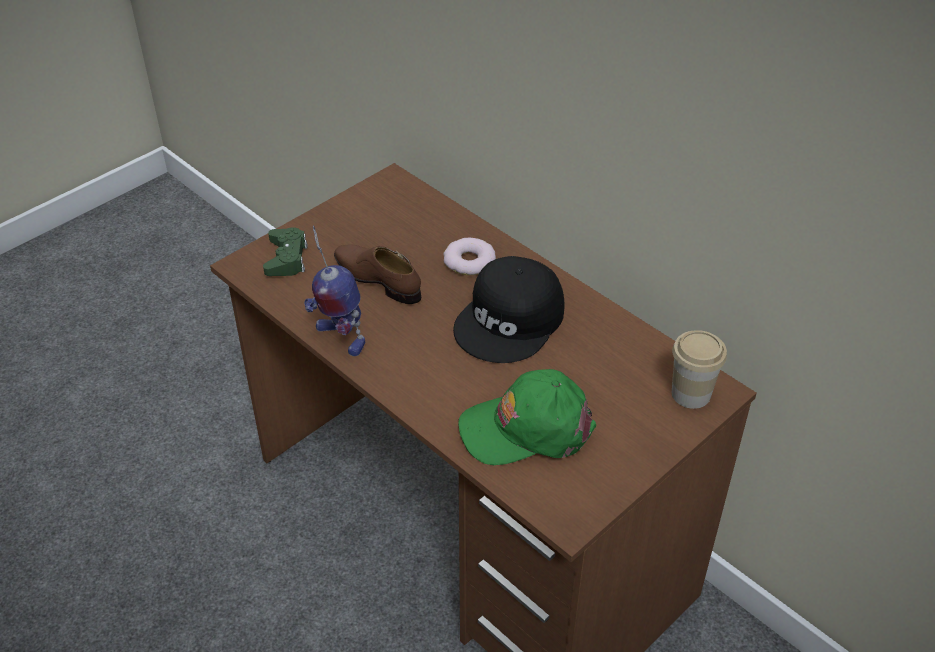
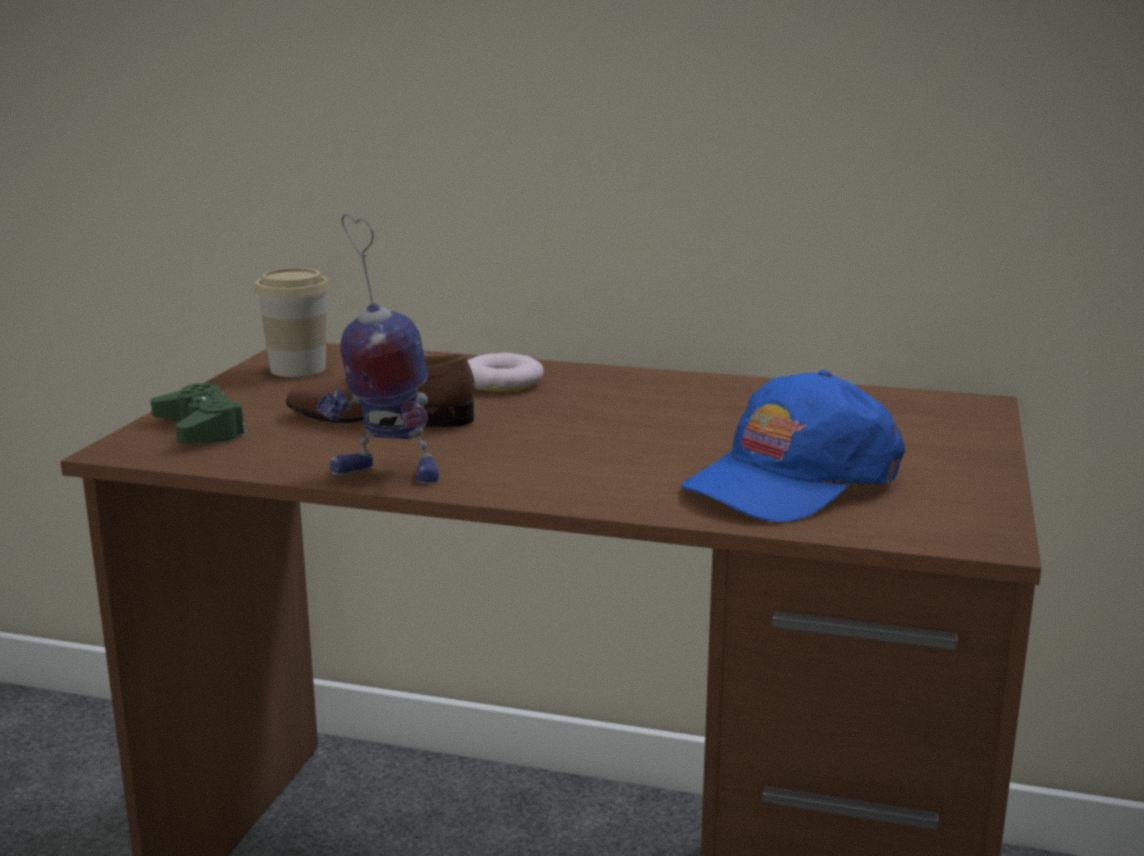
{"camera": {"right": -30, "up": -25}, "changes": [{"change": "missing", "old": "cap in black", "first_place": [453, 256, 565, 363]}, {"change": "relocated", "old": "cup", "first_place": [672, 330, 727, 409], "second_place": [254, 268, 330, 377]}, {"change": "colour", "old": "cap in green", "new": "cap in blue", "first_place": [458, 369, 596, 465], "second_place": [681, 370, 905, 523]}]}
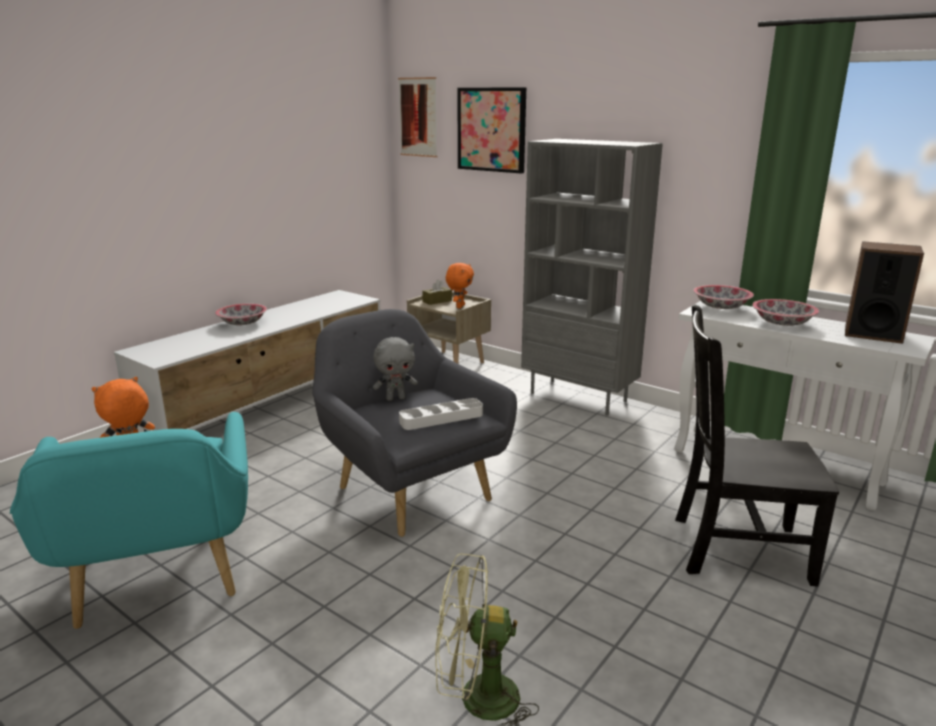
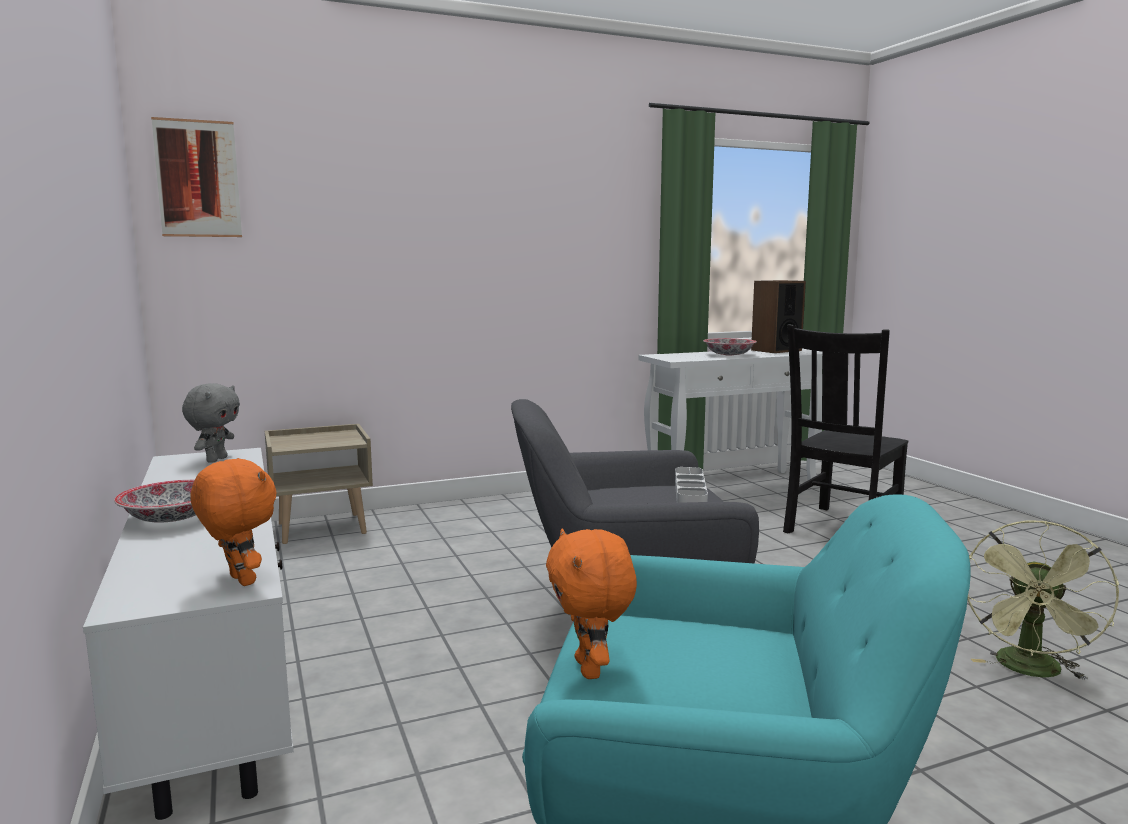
{"camera": {"right": -60, "up": -10}, "changes": [{"change": "missing", "old": "picture", "first_place": [457, 87, 526, 173]}, {"change": "missing", "old": "bookcase in grey", "first_place": [521, 139, 663, 416]}, {"change": "relocated", "old": "plush toy in orange", "first_place": [446, 263, 474, 308], "second_place": [190, 458, 277, 586]}, {"change": "missing", "old": "tissue box in brown", "first_place": [422, 279, 452, 305]}, {"change": "missing", "old": "bowl", "first_place": [693, 285, 754, 309]}, {"change": "relocated", "old": "plush toy in grey", "first_place": [373, 337, 418, 401], "second_place": [182, 383, 240, 463]}]}
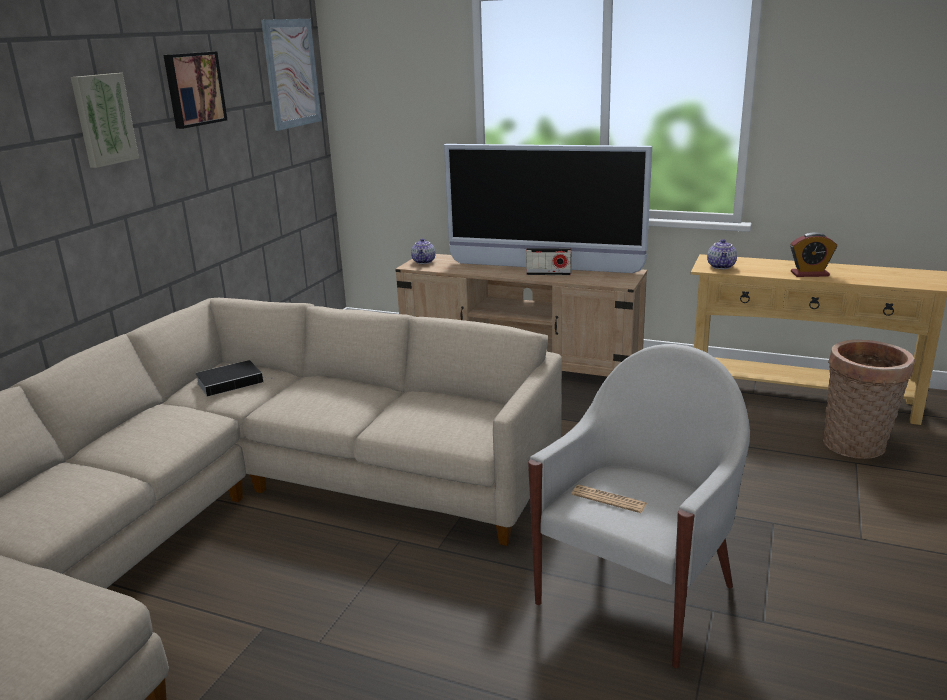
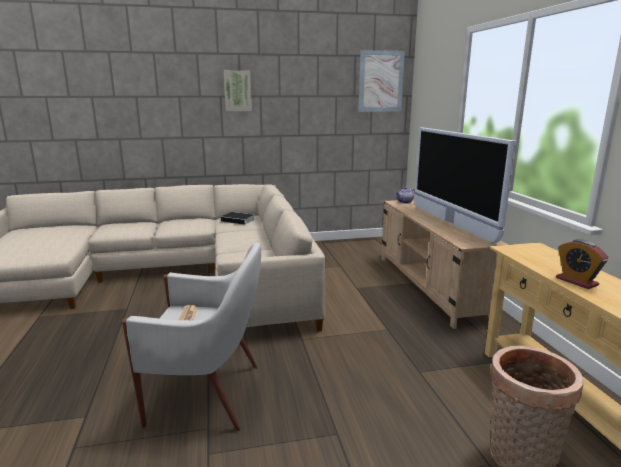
{"camera": {"right": 55, "up": -5}, "changes": [{"change": "missing", "old": "picture", "first_place": [164, 51, 227, 129]}, {"change": "missing", "old": "teapot", "first_place": [707, 239, 737, 269]}, {"change": "missing", "old": "radio", "first_place": [526, 248, 571, 275]}]}
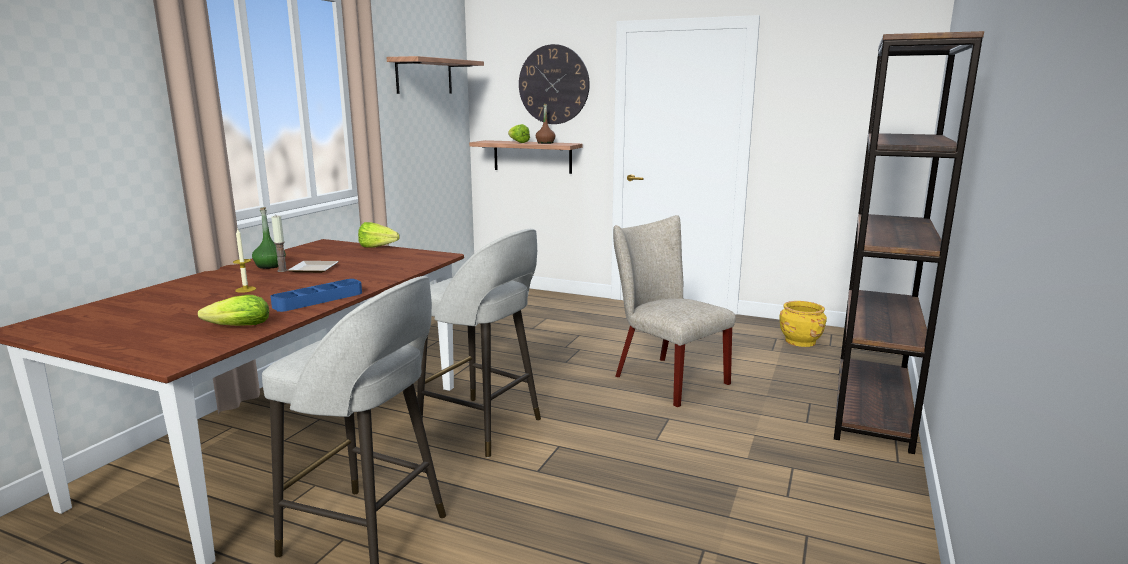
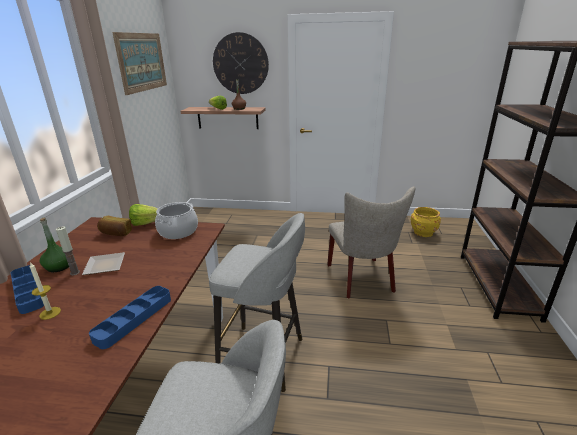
{"camera": {"right": -15, "up": 10}, "changes": [{"change": "exchanged", "old": "shelf", "new": "picture", "first_place": [386, 56, 484, 94], "second_place": [112, 32, 167, 95]}, {"change": "spun", "old": "chair in beige", "first_place": [613, 215, 736, 407], "second_place": [327, 186, 416, 299], "degrees": -135}, {"change": "missing", "old": "lettuce", "first_place": [198, 295, 269, 326]}, {"change": "appeared", "new": "cooking pot", "second_place": [155, 202, 198, 239]}, {"change": "appeared", "new": "bread", "second_place": [97, 216, 132, 236]}, {"change": "appeared", "new": "tray in blue", "second_place": [11, 265, 44, 314]}]}
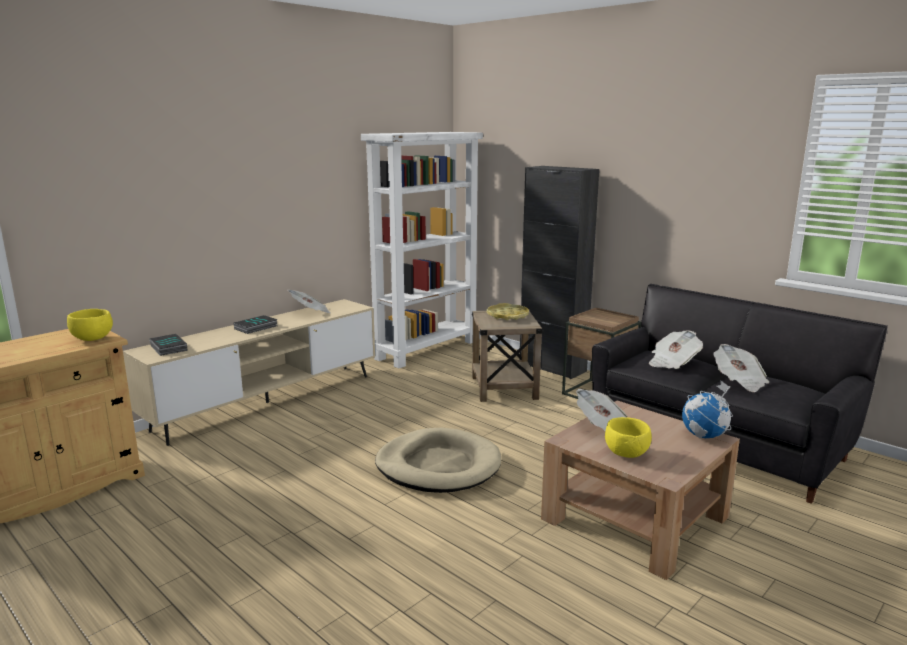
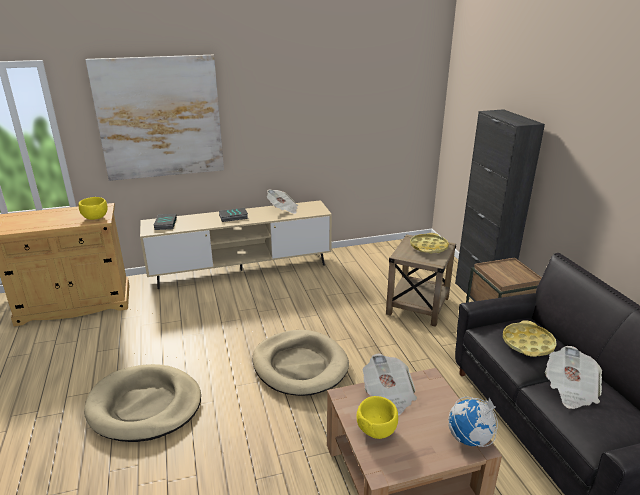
{"camera": {"right": 30, "up": 10}, "changes": [{"change": "missing", "old": "bookcase in white", "first_place": [361, 132, 483, 368]}, {"change": "exchanged", "old": "newspaper", "new": "tray in yellow", "first_place": [649, 330, 703, 369], "second_place": [503, 320, 557, 357]}, {"change": "appeared", "new": "picture", "second_place": [86, 55, 224, 181]}, {"change": "appeared", "new": "dog bed in beige", "second_place": [84, 364, 201, 442]}]}
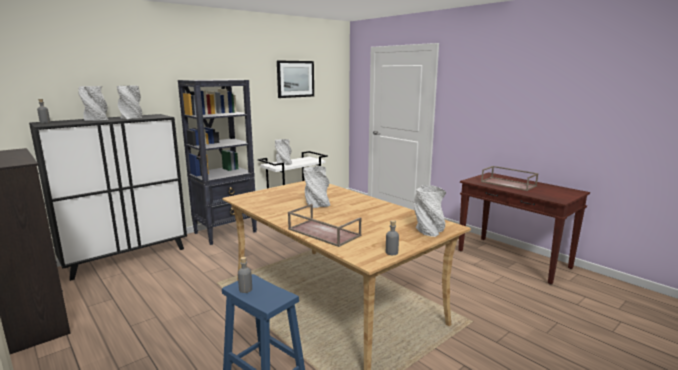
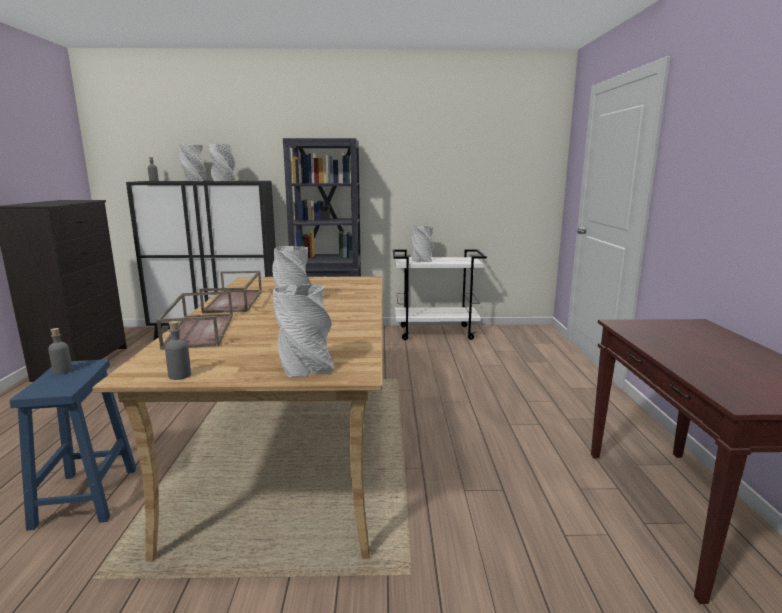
{"camera": {"right": 40, "up": 0}, "changes": [{"change": "missing", "old": "picture", "first_place": [277, 60, 314, 98]}, {"change": "relocated", "old": "tray in brown", "first_place": [481, 166, 539, 191], "second_place": [199, 271, 262, 313]}]}
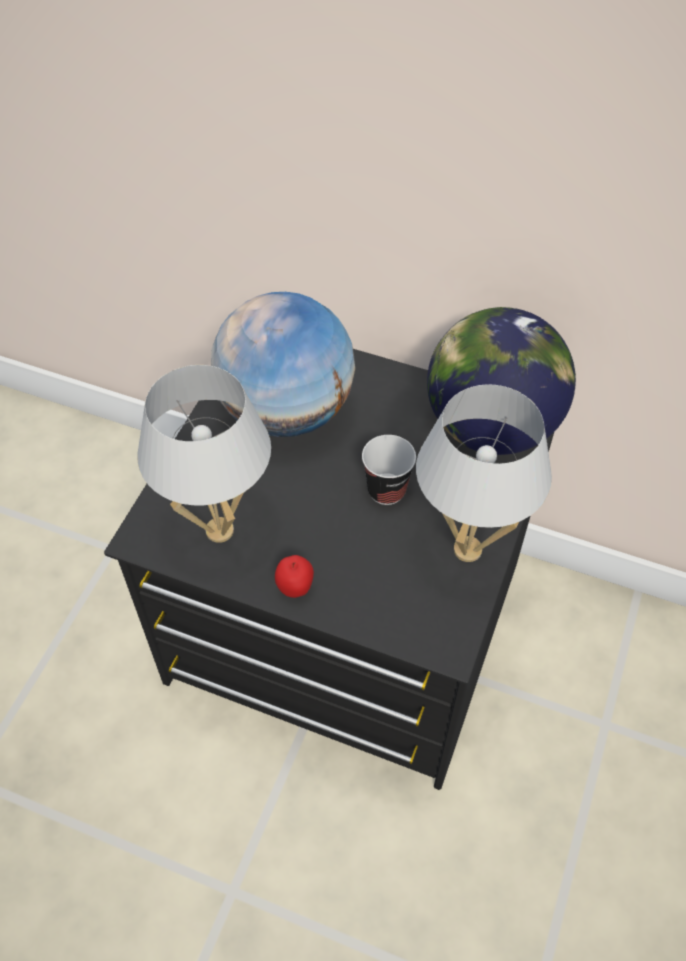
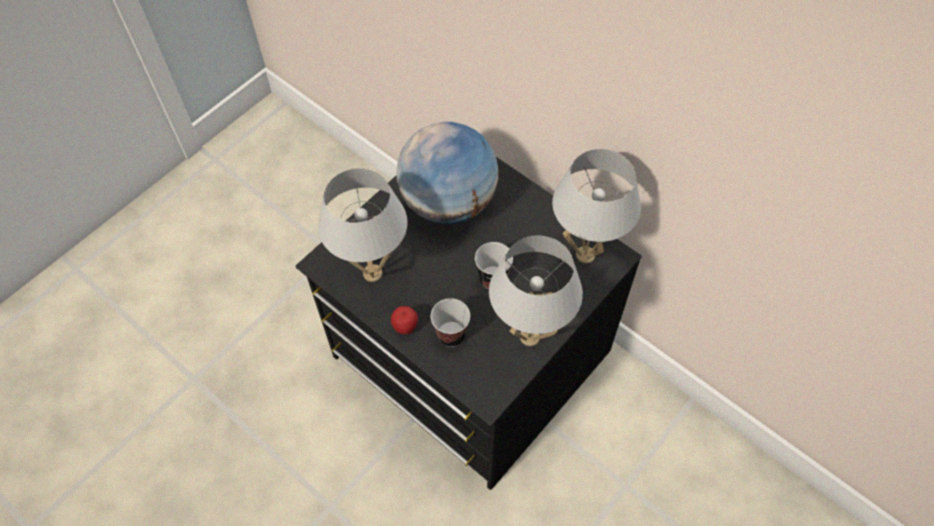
{"camera": {"right": 20, "up": 5}, "changes": [{"change": "exchanged", "old": "globe", "new": "table lamp in white", "first_place": [427, 307, 576, 455], "second_place": [552, 149, 641, 264]}, {"change": "appeared", "new": "cup", "second_place": [431, 298, 470, 347]}]}
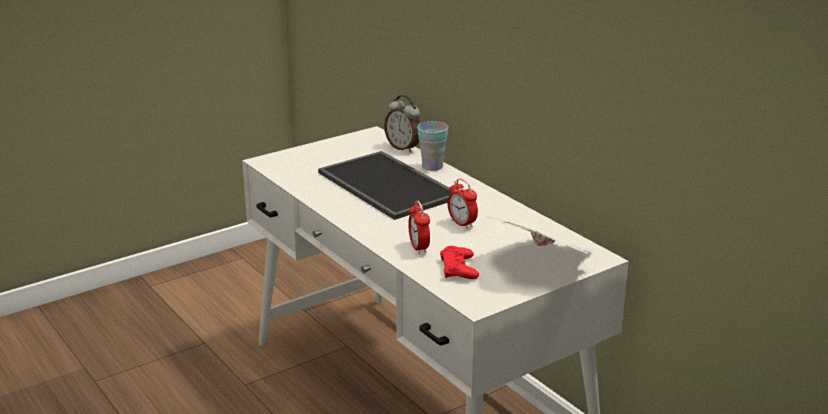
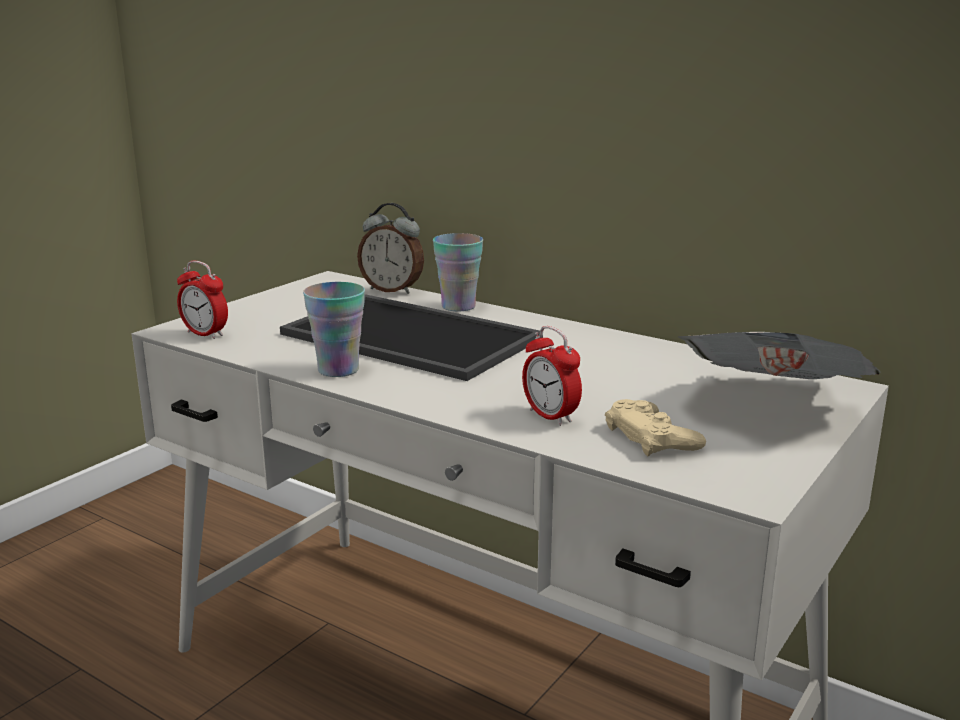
{"camera": {"right": -20, "up": -5}, "changes": [{"change": "relocated", "old": "alarm clock", "first_place": [448, 178, 478, 229], "second_place": [177, 261, 228, 339]}, {"change": "colour", "old": "game controller in red", "new": "game controller in beige", "first_place": [440, 246, 479, 279], "second_place": [605, 399, 706, 457]}, {"change": "appeared", "new": "cup", "second_place": [303, 282, 365, 377]}]}
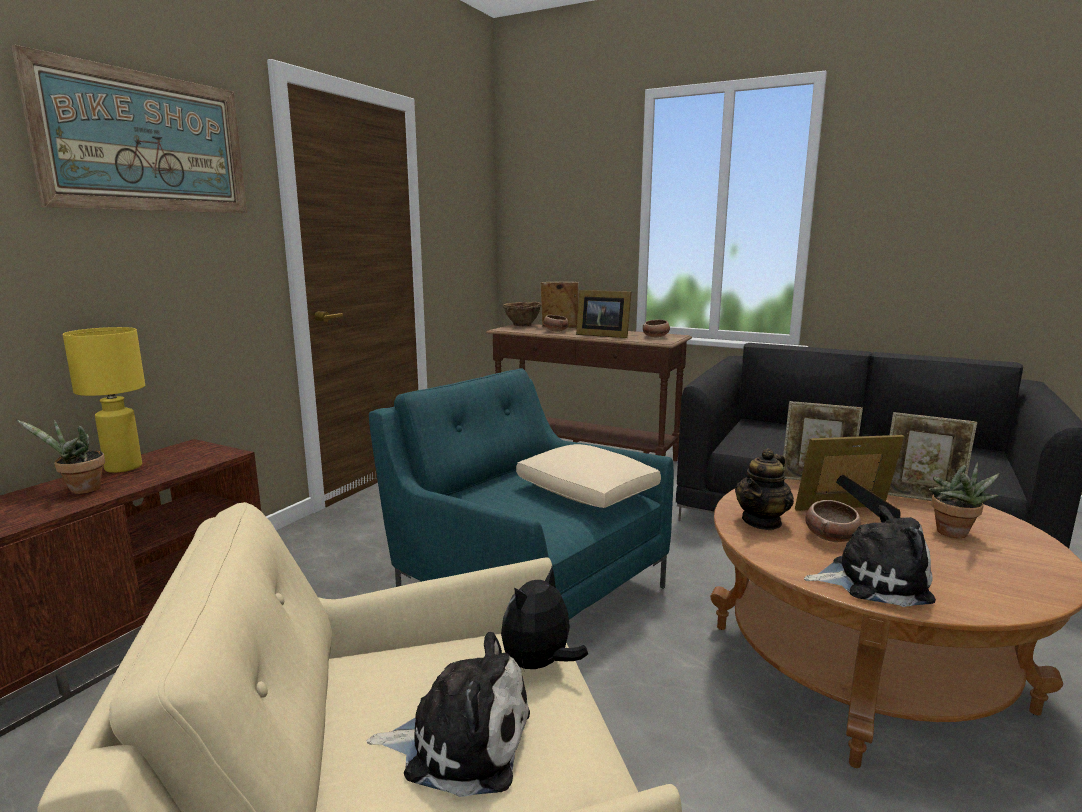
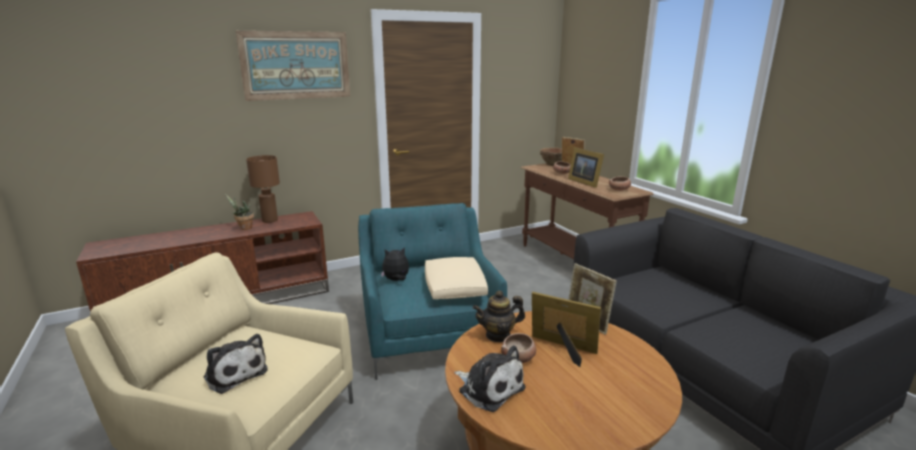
{"camera": {"right": 35, "up": 5}, "changes": [{"change": "colour", "old": "table lamp in yellow", "new": "table lamp in brown", "first_place": [63, 327, 145, 473], "second_place": [246, 155, 280, 223]}, {"change": "missing", "old": "picture frame", "first_place": [888, 412, 977, 501]}, {"change": "missing", "old": "potted plant", "first_place": [929, 462, 1000, 538]}, {"change": "relocated", "old": "plush toy", "first_place": [501, 567, 588, 669], "second_place": [381, 247, 409, 281]}]}
